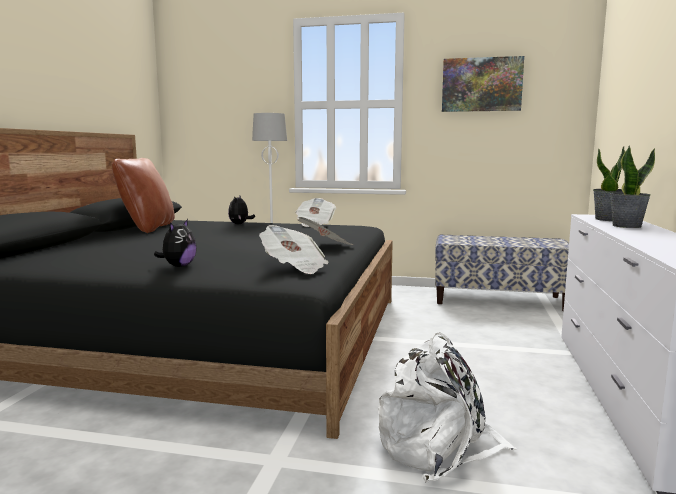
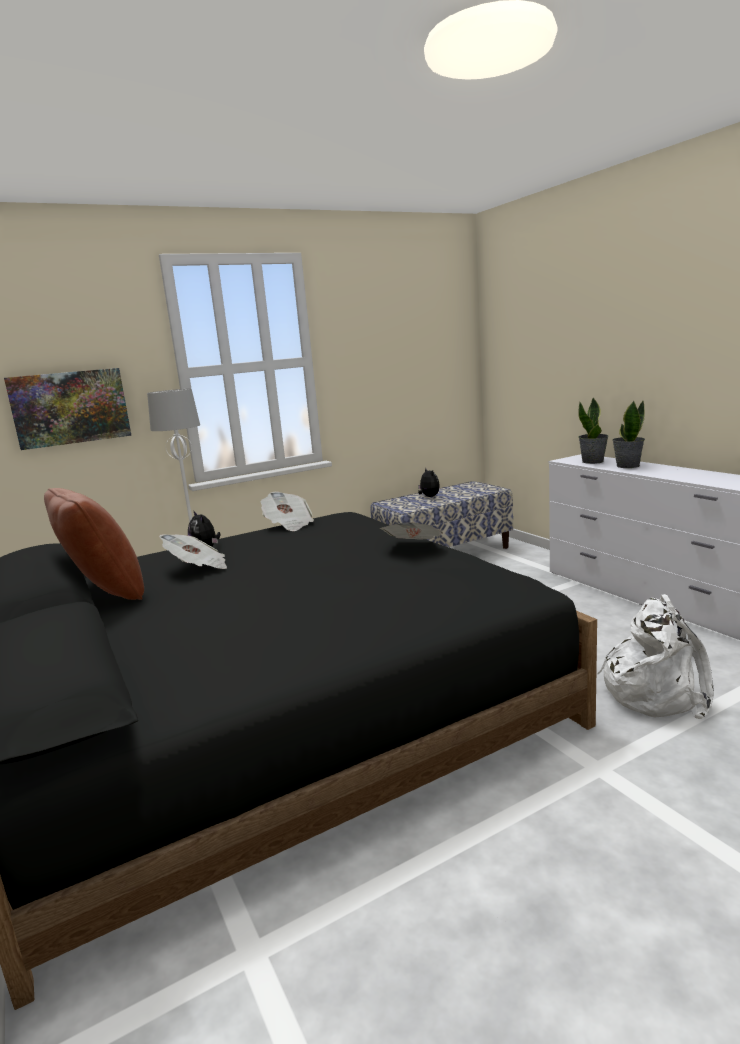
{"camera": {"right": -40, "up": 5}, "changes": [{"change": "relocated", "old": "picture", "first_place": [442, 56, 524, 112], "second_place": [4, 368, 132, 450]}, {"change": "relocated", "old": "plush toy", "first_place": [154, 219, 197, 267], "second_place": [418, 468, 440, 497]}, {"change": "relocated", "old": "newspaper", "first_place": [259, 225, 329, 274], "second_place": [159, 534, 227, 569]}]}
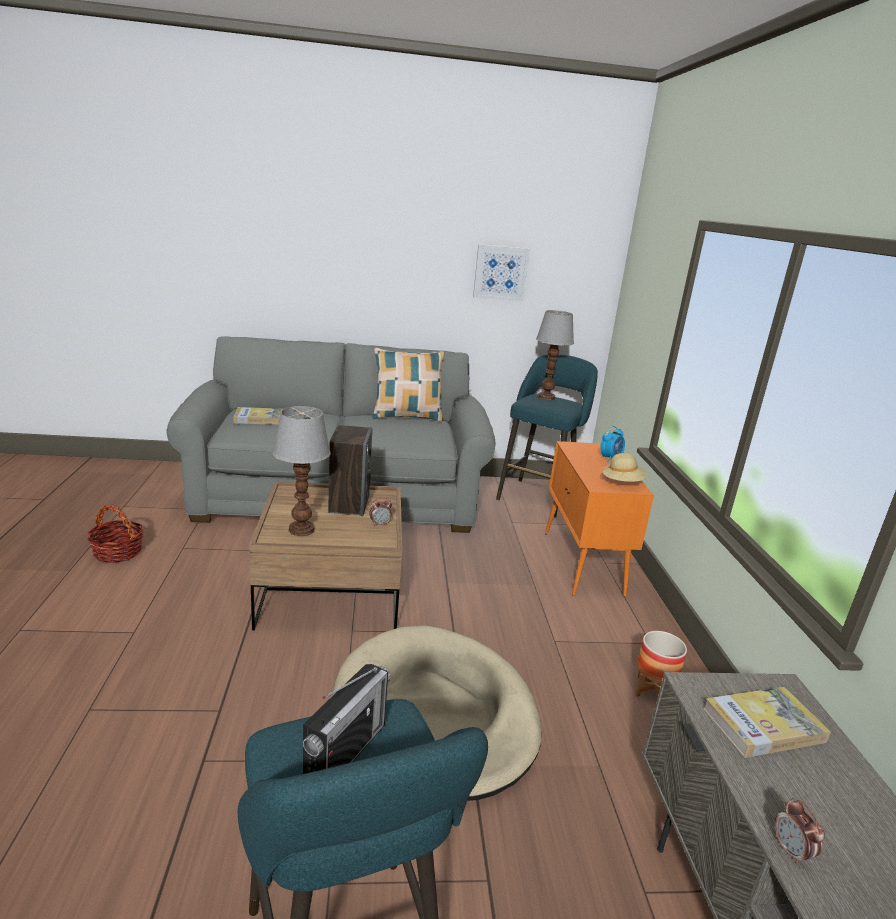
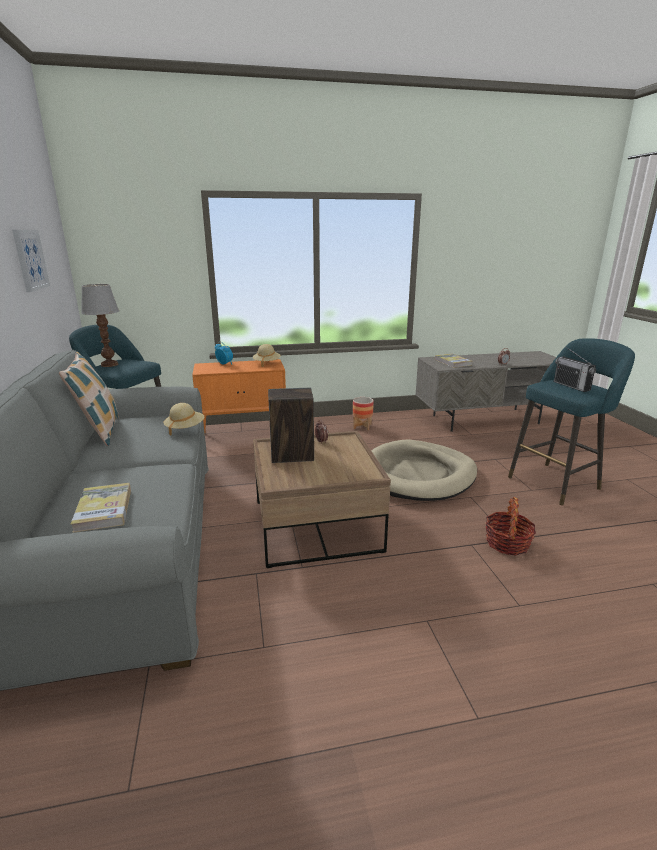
{"camera": {"right": -95, "up": 0}, "changes": [{"change": "missing", "old": "table lamp", "first_place": [272, 406, 331, 536]}, {"change": "relocated", "old": "basket", "first_place": [88, 505, 143, 563], "second_place": [485, 497, 536, 556]}, {"change": "spun", "old": "radio", "first_place": [303, 664, 391, 774], "second_place": [554, 347, 596, 392], "degrees": -135}, {"change": "appeared", "new": "hat in beige", "second_place": [163, 403, 204, 435]}]}
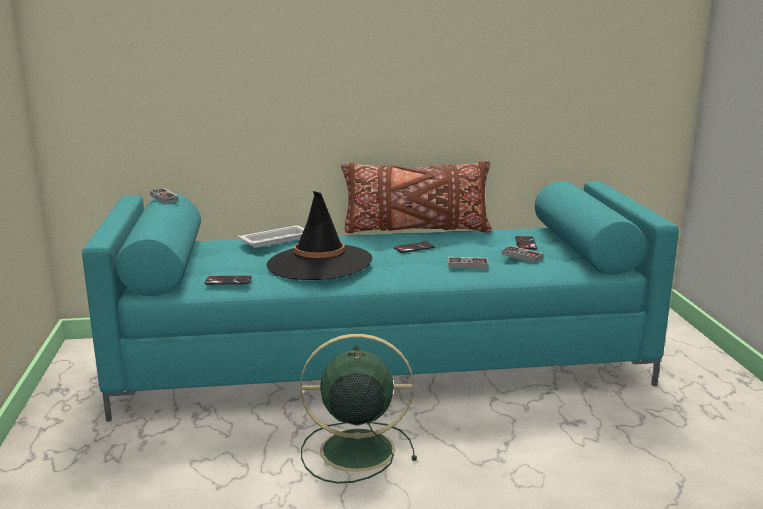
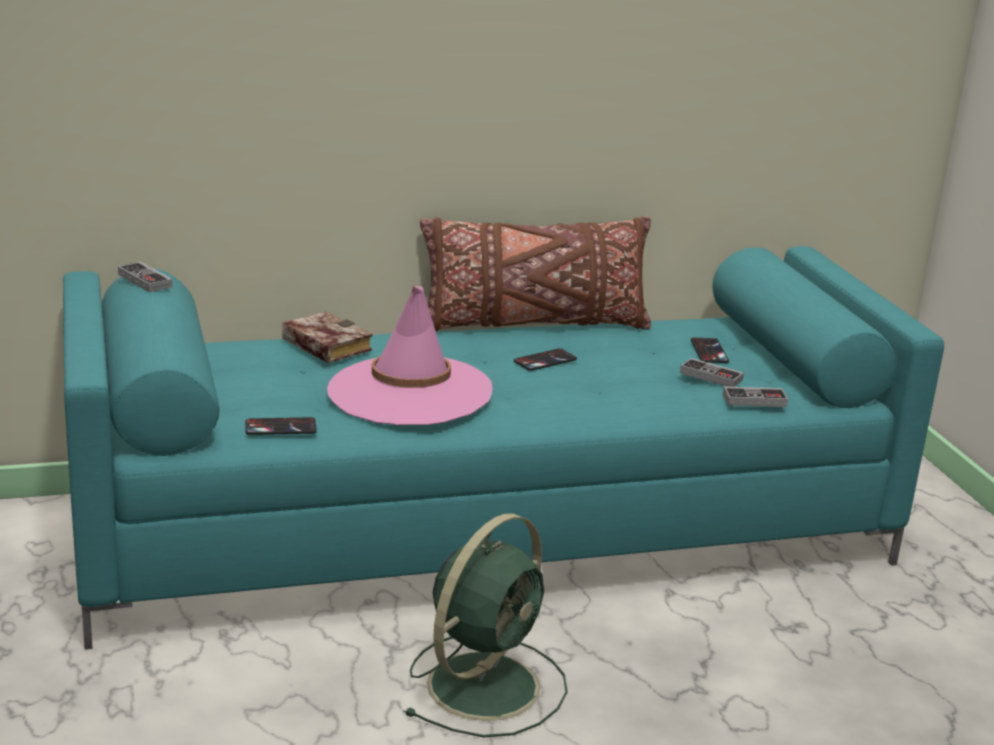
{"camera": {"right": -10, "up": 5}, "changes": [{"change": "colour", "old": "hat in black", "new": "hat in pink", "first_place": [266, 191, 372, 280], "second_place": [327, 286, 493, 425]}, {"change": "exchanged", "old": "tray in white", "new": "book", "first_place": [238, 226, 304, 248], "second_place": [282, 311, 372, 363]}, {"change": "relocated", "old": "game controller", "first_place": [448, 257, 488, 269], "second_place": [723, 387, 788, 407]}, {"change": "spun", "old": "fan in green", "first_place": [300, 334, 417, 484], "second_place": [404, 513, 567, 738], "degrees": 135}]}
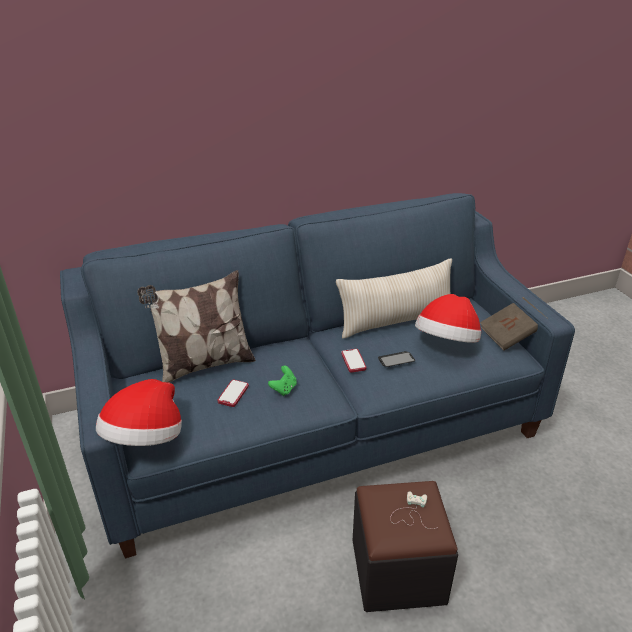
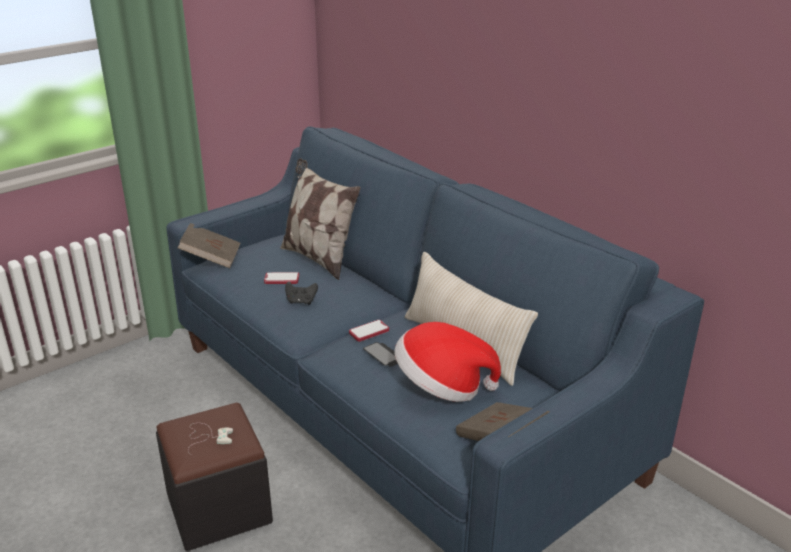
{"camera": {"right": 70, "up": -5}, "changes": [{"change": "colour", "old": "game controller in green", "new": "game controller in black", "first_place": [268, 366, 297, 396], "second_place": [285, 282, 318, 305]}, {"change": "exchanged", "old": "hat", "new": "book in brown", "first_place": [96, 379, 182, 446], "second_place": [178, 223, 240, 268]}]}
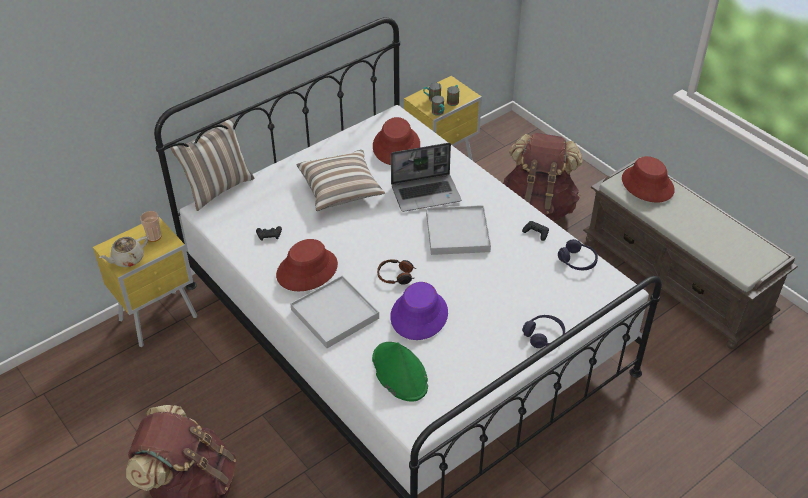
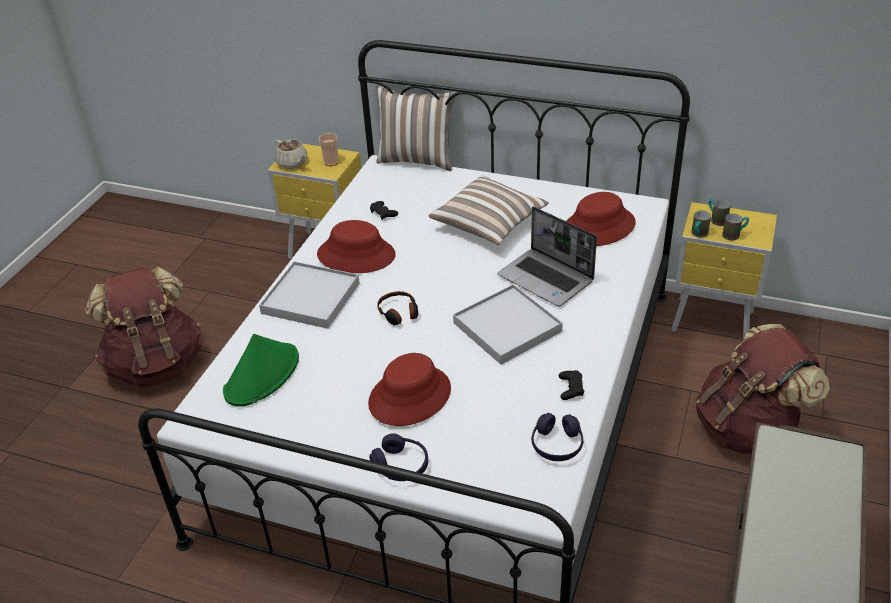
{"camera": {"right": 60, "up": -5}, "changes": [{"change": "relocated", "old": "hat in red", "first_place": [622, 156, 675, 202], "second_place": [368, 353, 451, 426]}, {"change": "spun", "old": "teapot in beige", "first_place": [99, 236, 148, 267], "second_place": [275, 139, 307, 169], "degrees": -150}, {"change": "missing", "old": "hat in purple", "first_place": [390, 282, 448, 340]}]}
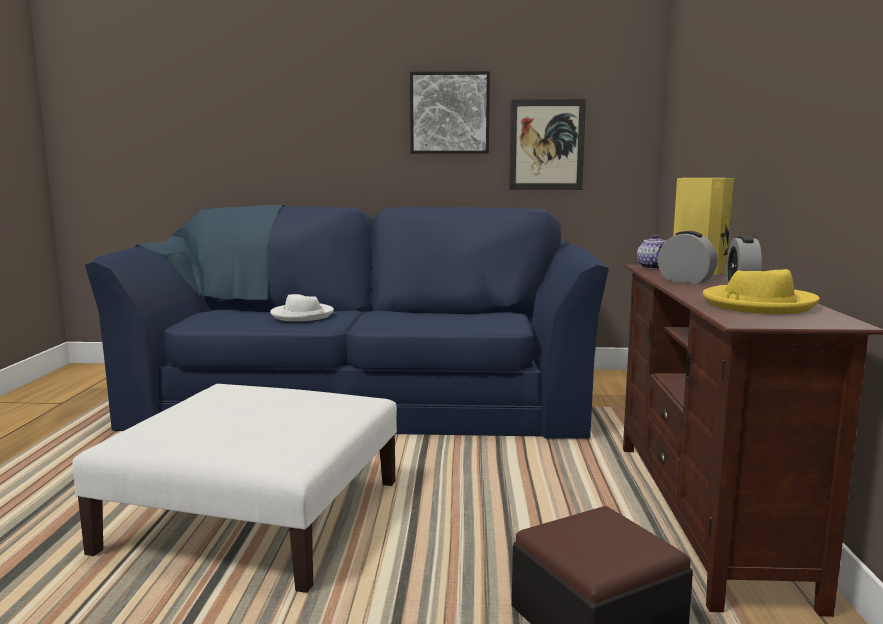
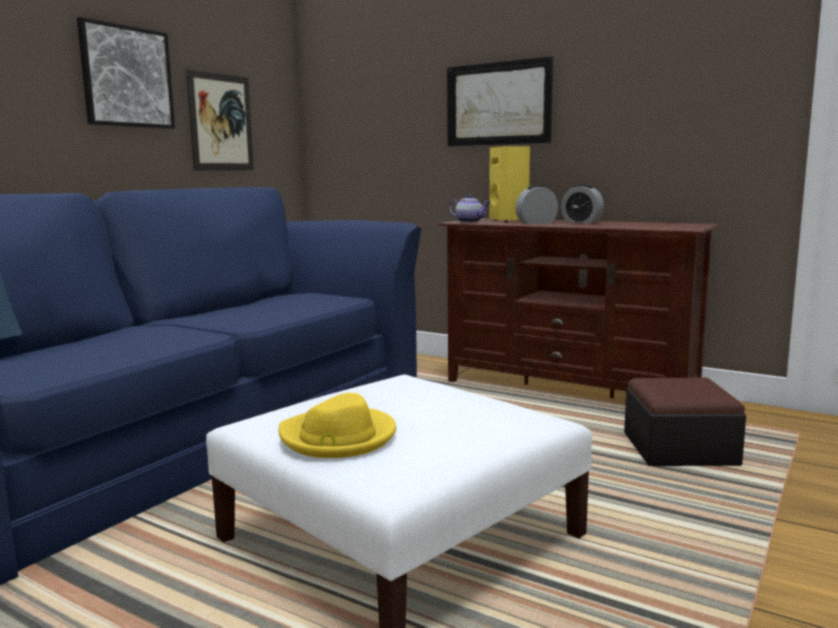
{"camera": {"right": -60, "up": 0}, "changes": [{"change": "relocated", "old": "hat in yellow", "first_place": [703, 269, 819, 314], "second_place": [279, 393, 396, 458]}, {"change": "missing", "old": "hat in white", "first_place": [270, 294, 334, 321]}, {"change": "appeared", "new": "picture", "second_place": [447, 56, 553, 146]}]}
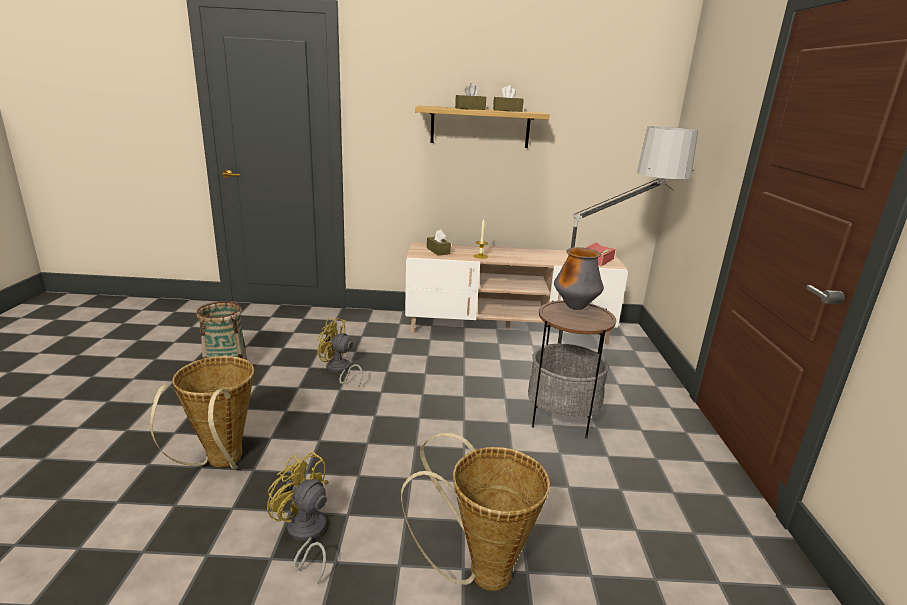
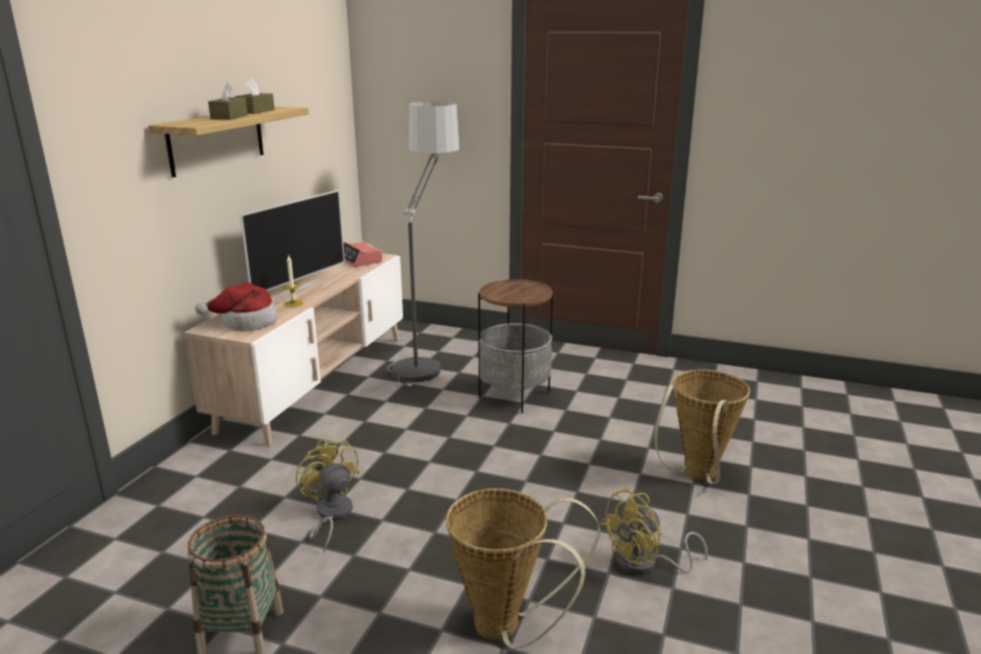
{"camera": {"right": -70, "up": 0}, "changes": [{"change": "exchanged", "old": "tissue box in brown", "new": "hat", "first_place": [427, 230, 451, 255], "second_place": [195, 282, 277, 331]}, {"change": "missing", "old": "vase", "first_place": [554, 247, 604, 310]}, {"change": "spun", "old": "fan in yellow", "first_place": [317, 318, 363, 387], "second_place": [296, 438, 360, 552], "degrees": 105}, {"change": "appeared", "new": "television", "second_place": [240, 190, 345, 298]}]}
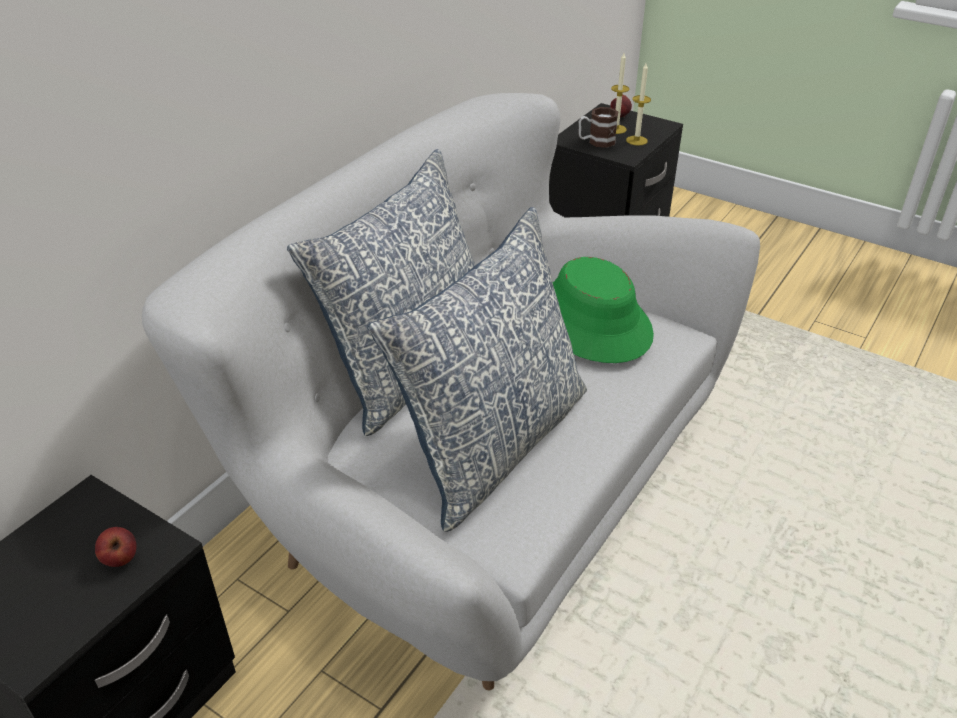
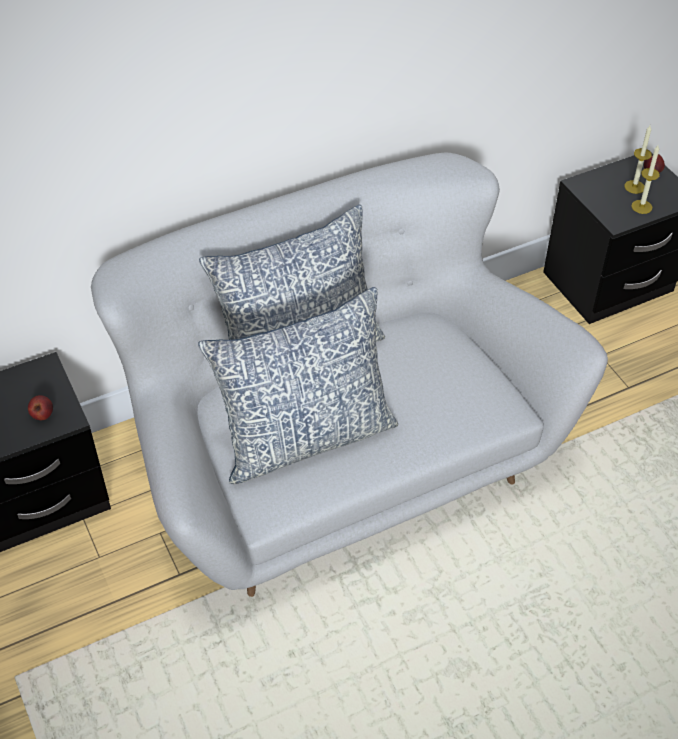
{"camera": {"right": 30, "up": 10}, "changes": [{"change": "missing", "old": "mug", "first_place": [579, 107, 619, 148]}, {"change": "missing", "old": "hat in green", "first_place": [552, 257, 654, 363]}]}
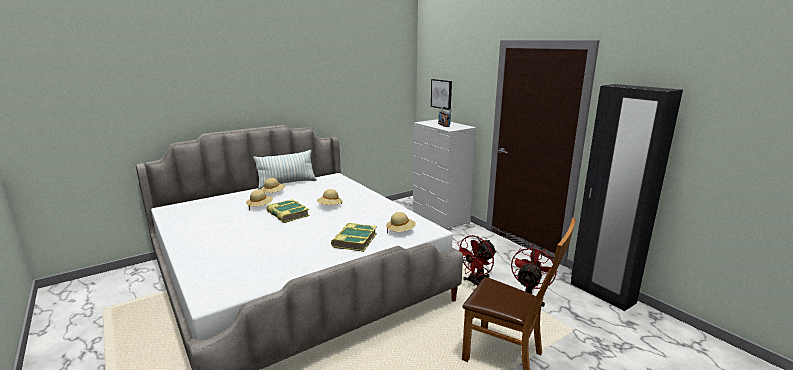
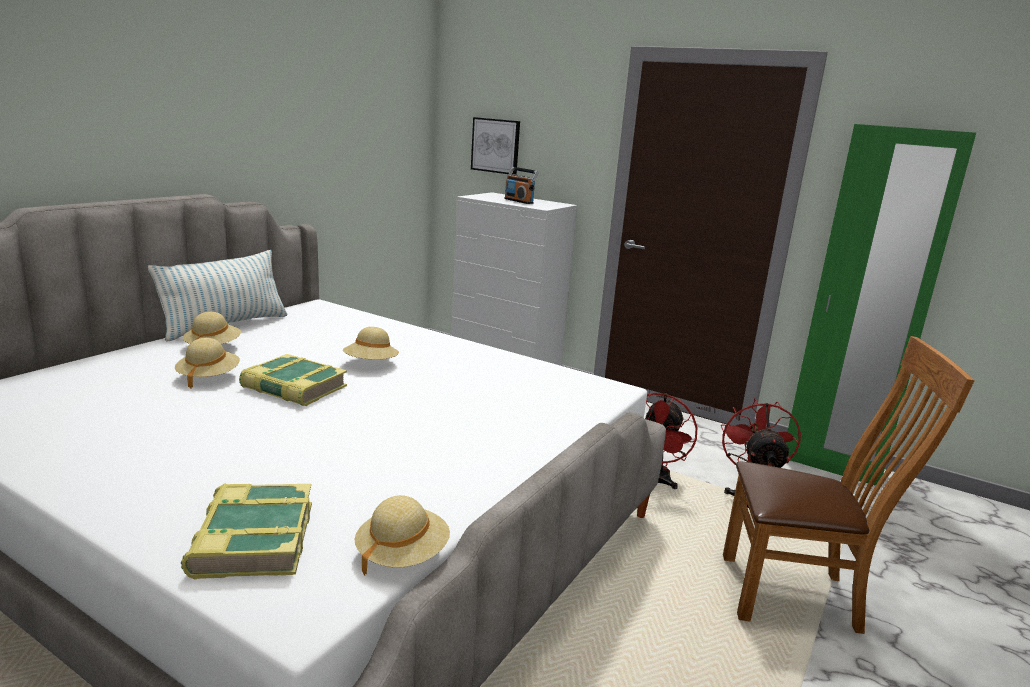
{"camera": {"right": -25, "up": 0}, "changes": [{"change": "colour", "old": "wardrobe in black", "new": "wardrobe in green", "first_place": [571, 84, 683, 311], "second_place": [785, 124, 976, 486]}, {"change": "relocated", "old": "hat in beige", "first_place": [386, 212, 416, 234], "second_place": [355, 495, 450, 576]}, {"change": "relocated", "old": "book", "first_place": [331, 223, 377, 252], "second_place": [181, 484, 312, 579]}]}
